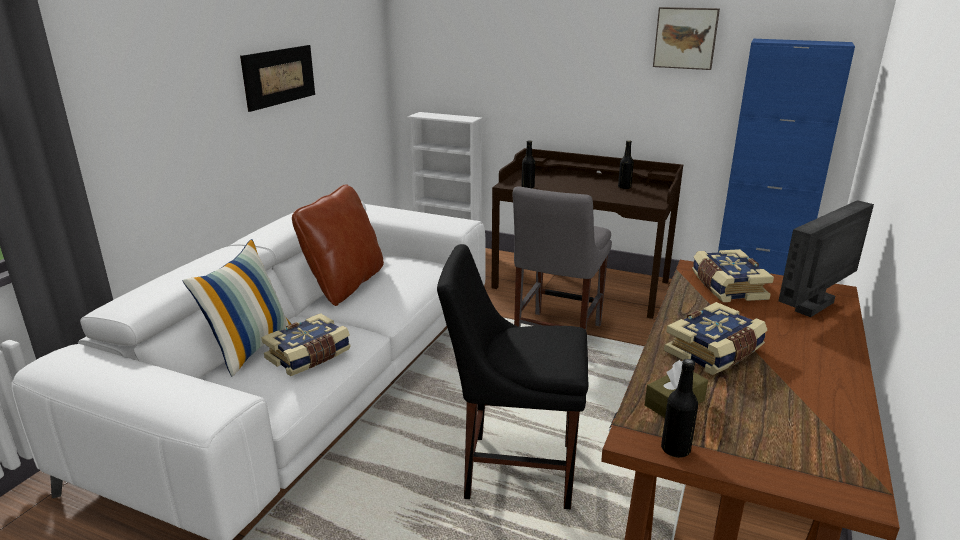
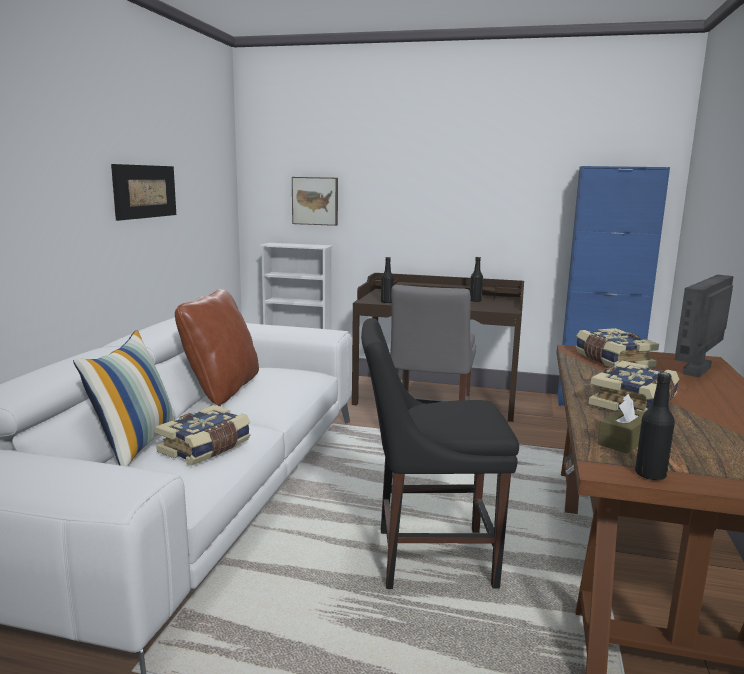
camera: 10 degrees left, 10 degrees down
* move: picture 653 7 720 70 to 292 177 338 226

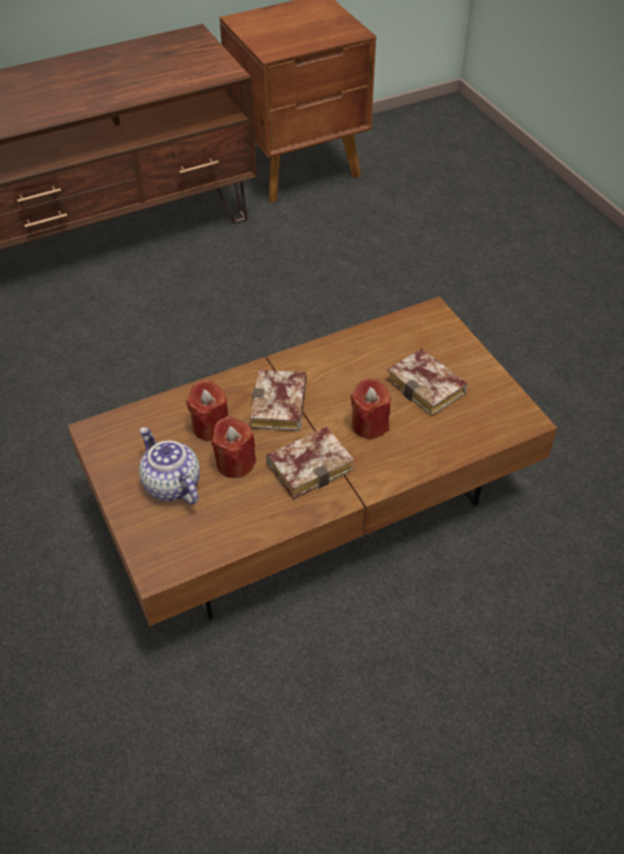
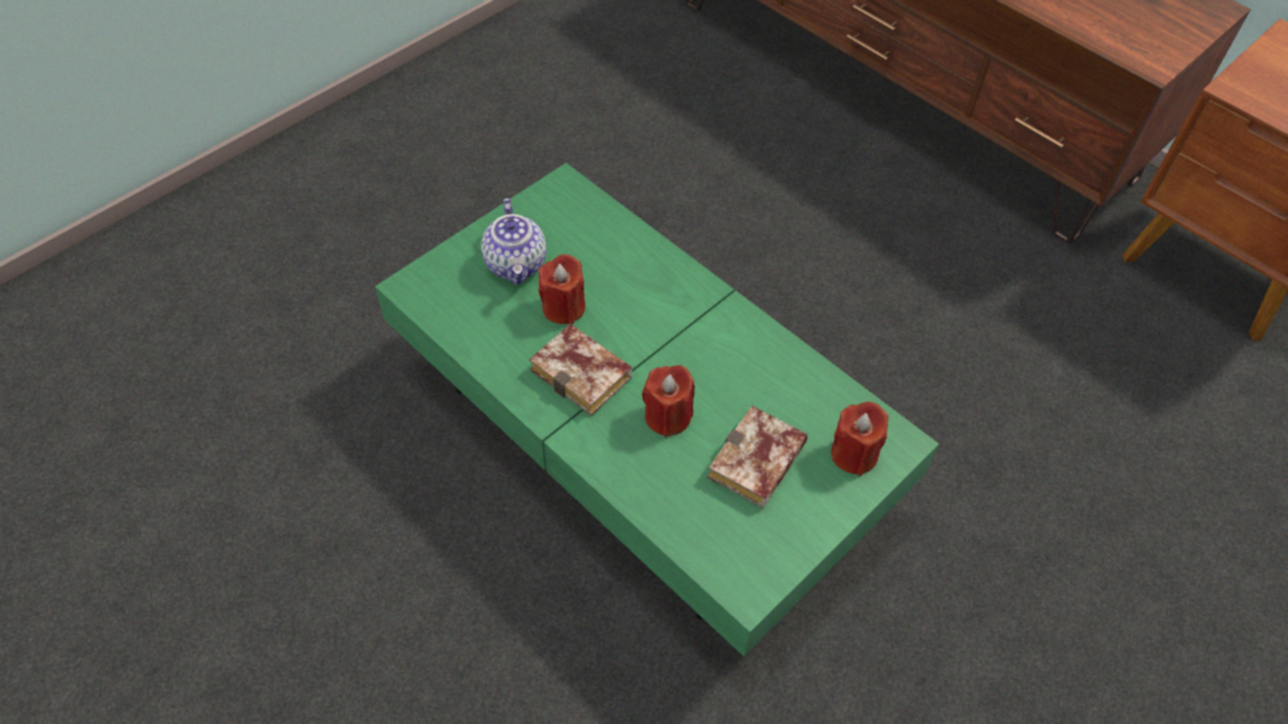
camera: 70 degrees right, 5 degrees up
* delete: book 251 370 307 431
* move: red_candle 186 380 228 441 to 831 402 888 476
* recolor: brown_coffee_table 68 296 557 626 to green_coffee_table 375 163 939 656
* rotate: teapot 139 427 200 505 = 481 198 546 285 135 degrees clockwise

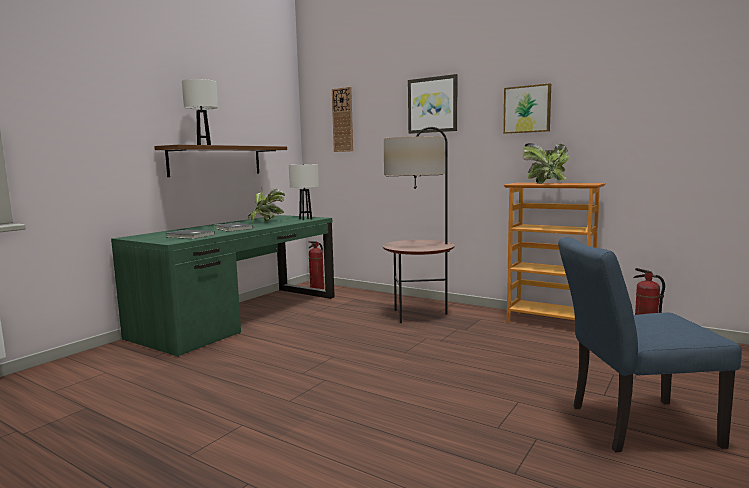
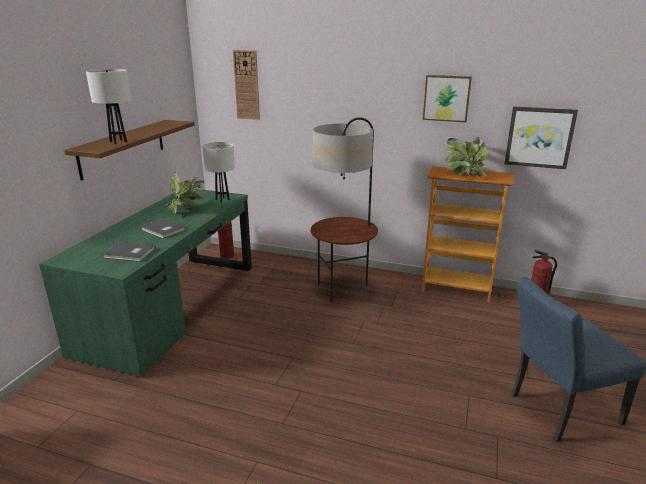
camera: 15 degrees left, 15 degrees up
* move: picture 408 74 457 134 to 504 106 578 169

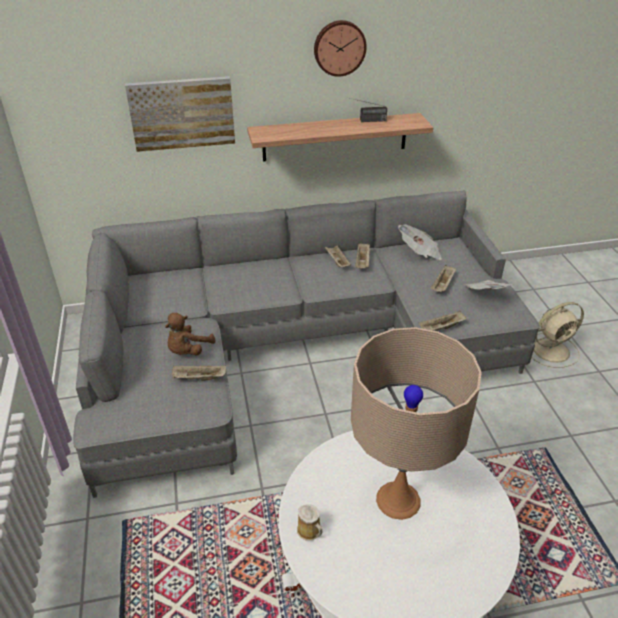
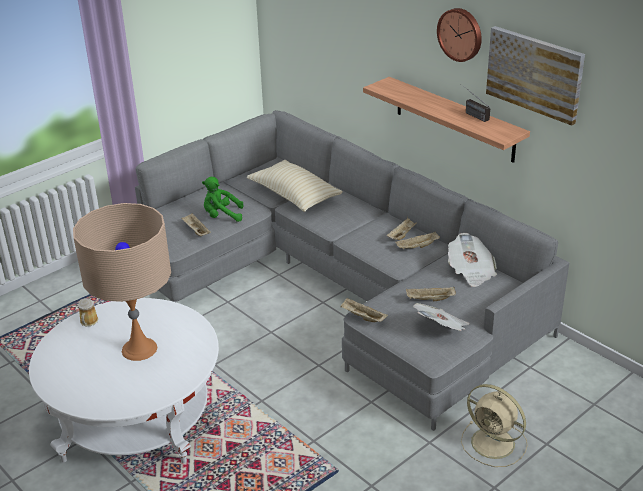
camera: 60 degrees right, 5 degrees down
* insert: beige_pillow 247 160 343 212
* move: picture 125 76 235 152 to 486 26 585 126
* recolor: brown_plush_toy 165 313 215 355 to green_plush_toy 202 177 244 222

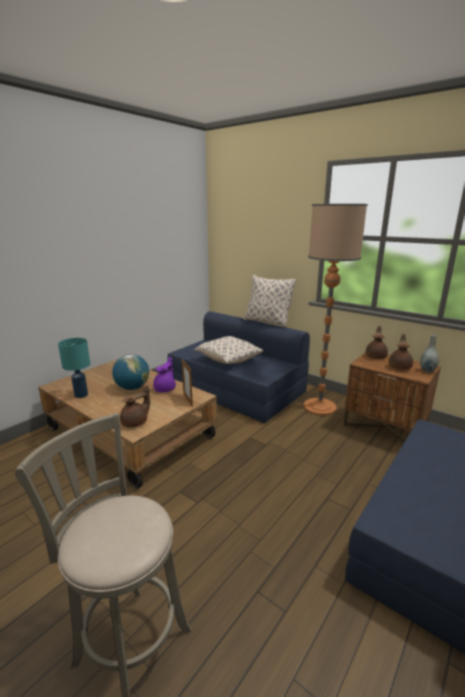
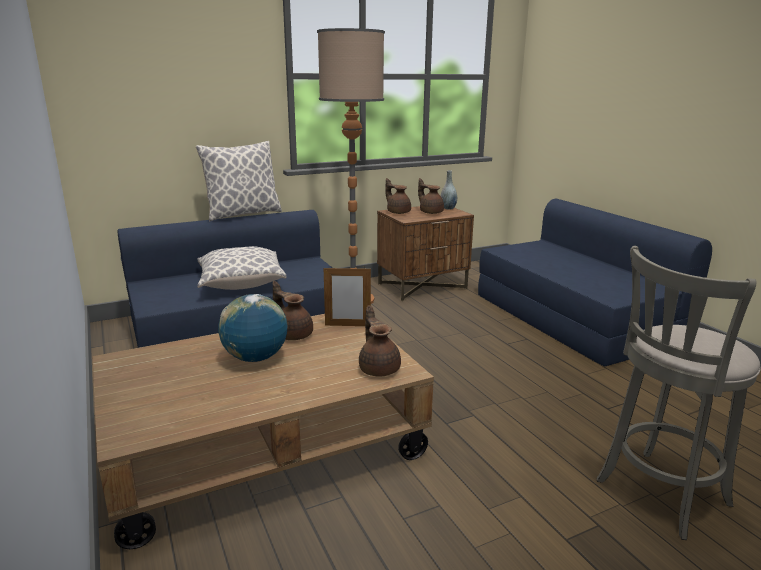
camera: 65 degrees left, 0 degrees up
* delete: turquoise_table_lamp 58 338 90 398
* recolor: purple_teapot 153 356 176 392 to brown_teapot 273 281 313 340

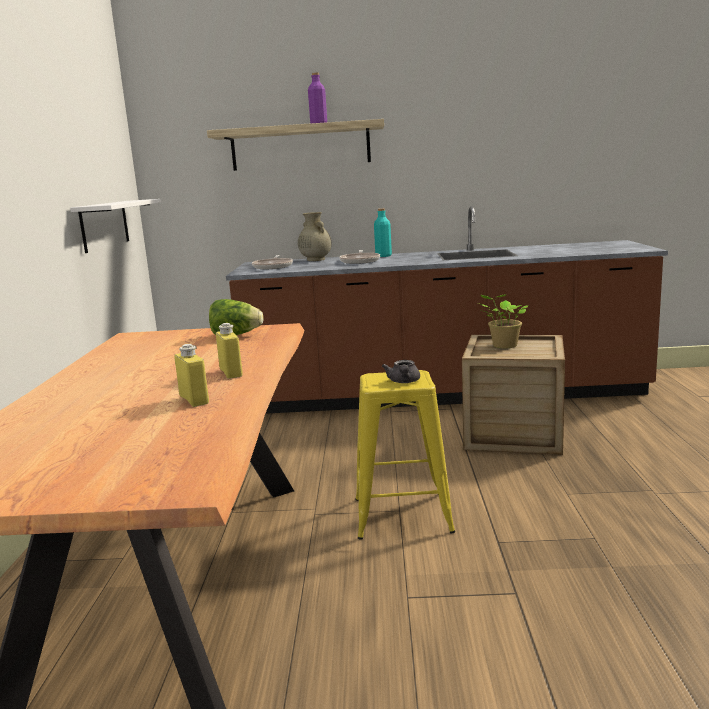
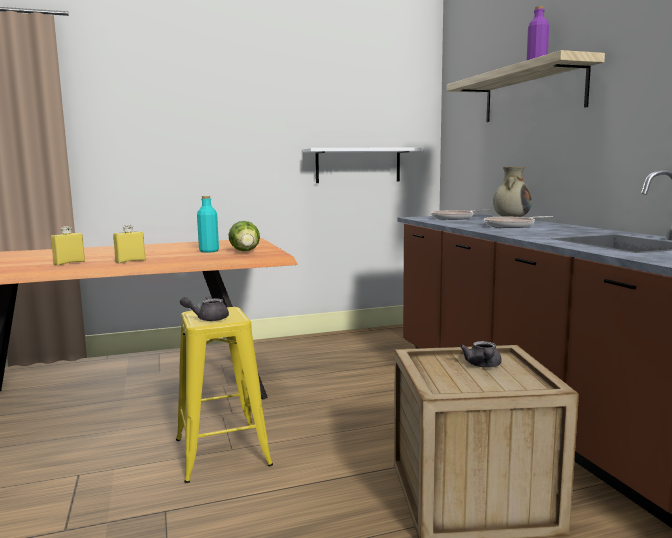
camera: 70 degrees right, 5 degrees down
* move: turquoise_bottle 374 208 392 257 to 197 196 219 253
* replace: potted_plant 478 294 529 348 to grey_teapot 460 341 502 368

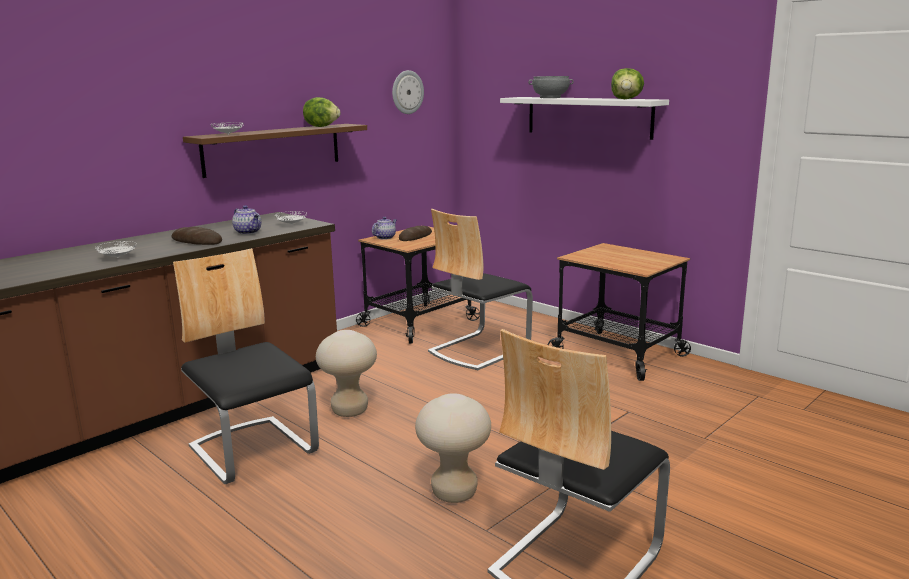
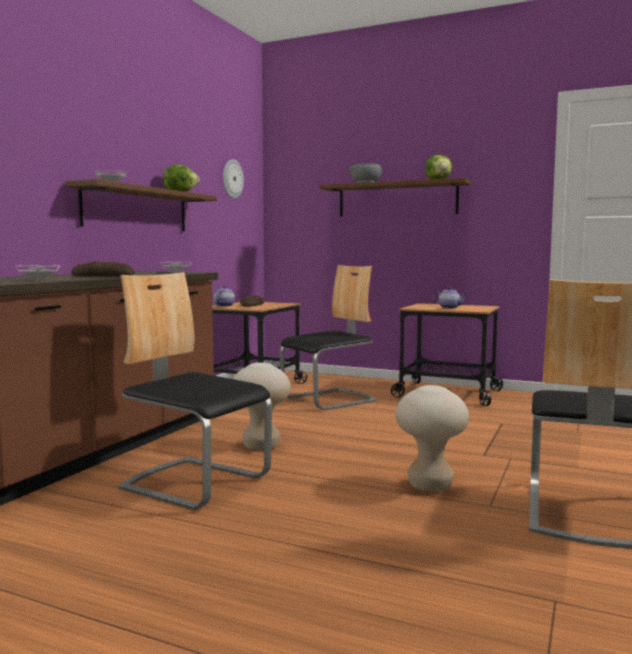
camera: 20 degrees left, 10 degrees down
* move: teapot 232 205 261 234 to 432 287 467 309
* recolor: white_shelf 500 97 669 140 to brown_shelf 319 178 471 217
* rotate: chair 428 209 533 370 = 280 265 377 410 150 degrees counterclockwise

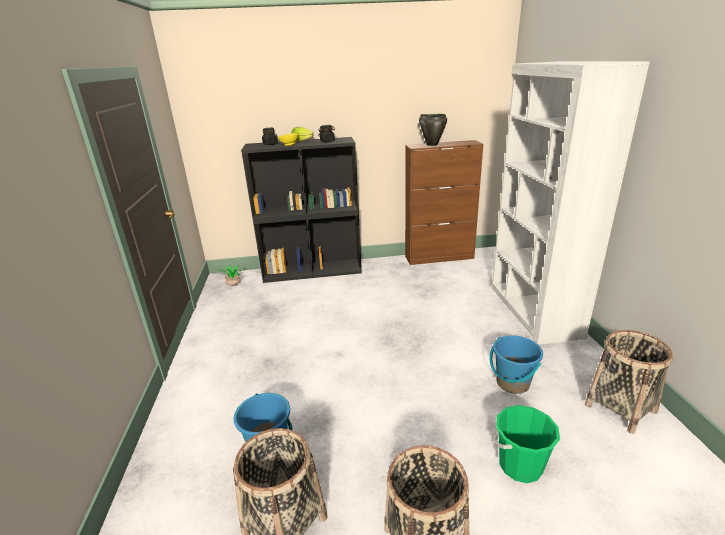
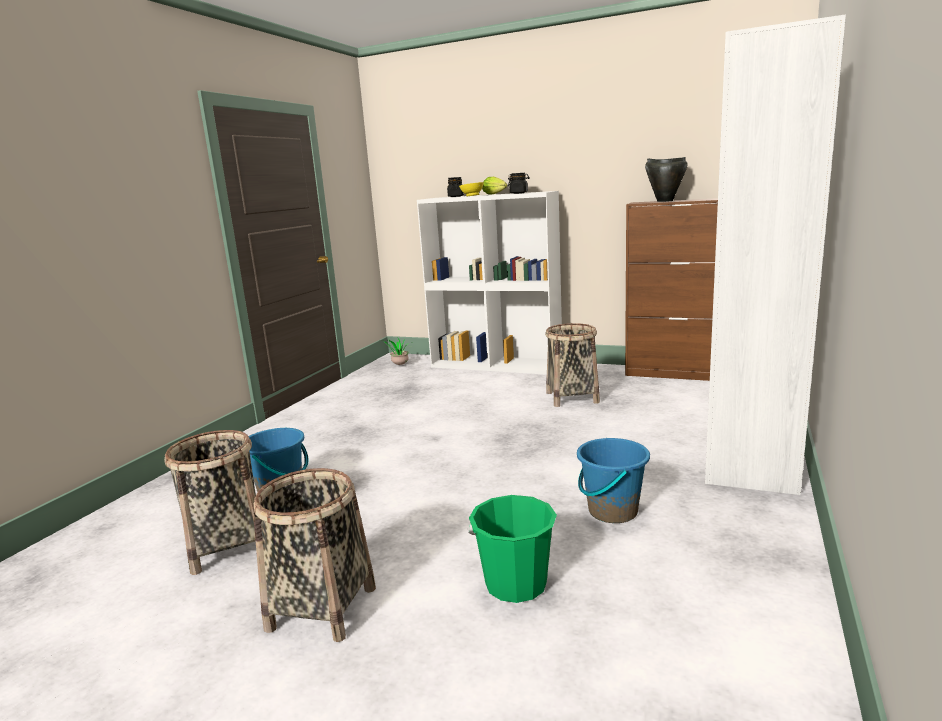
camera: 30 degrees right, 10 degrees down
* move: basket 585 330 673 434 to 545 323 600 407
* recolor: black_bookcase 241 137 362 283 to white_bookcase 417 191 562 375

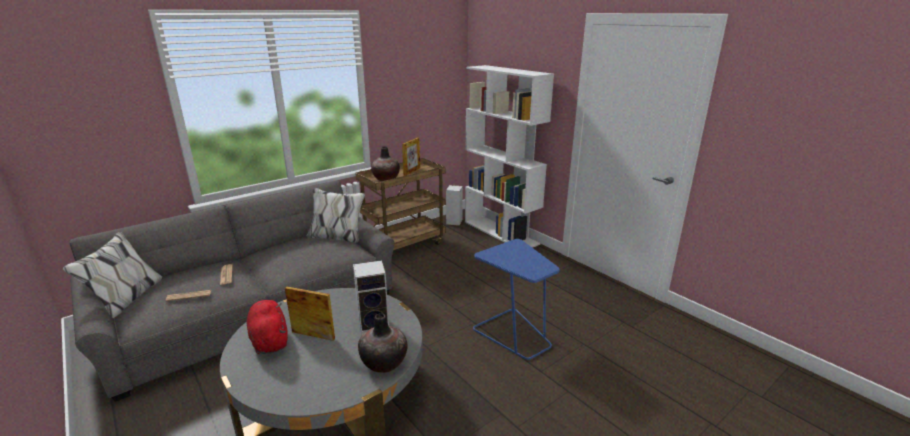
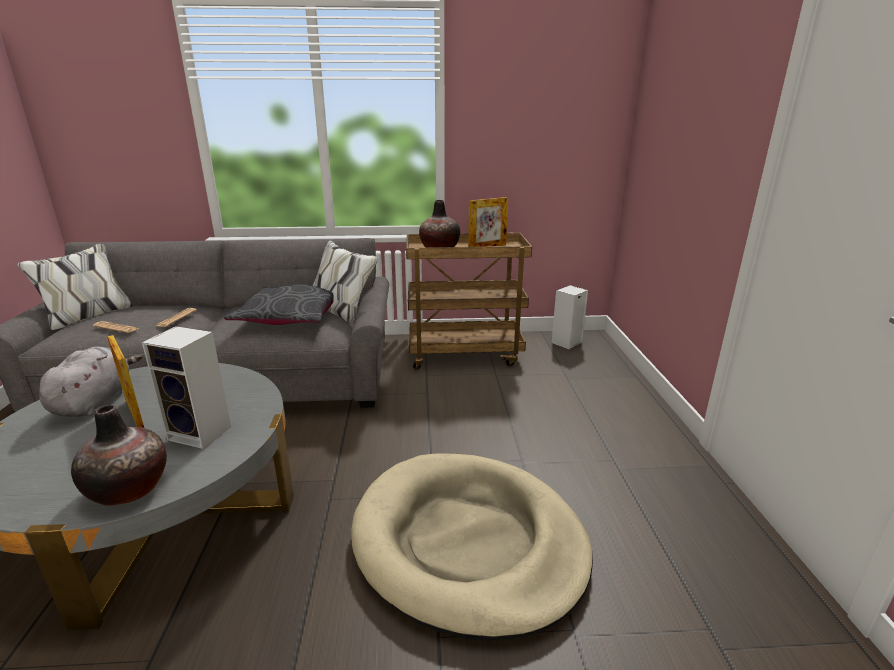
camera: 35 degrees right, 0 degrees up
* delete: white_bookcase 465 65 554 248
* insert: grey_pillow 224 284 334 325
* replace: blue_side_table 473 239 560 360 to beige_dog_bed 351 453 593 641
* recolor: red_plush_toy 247 300 288 354 to grey_plush_toy 39 346 142 417

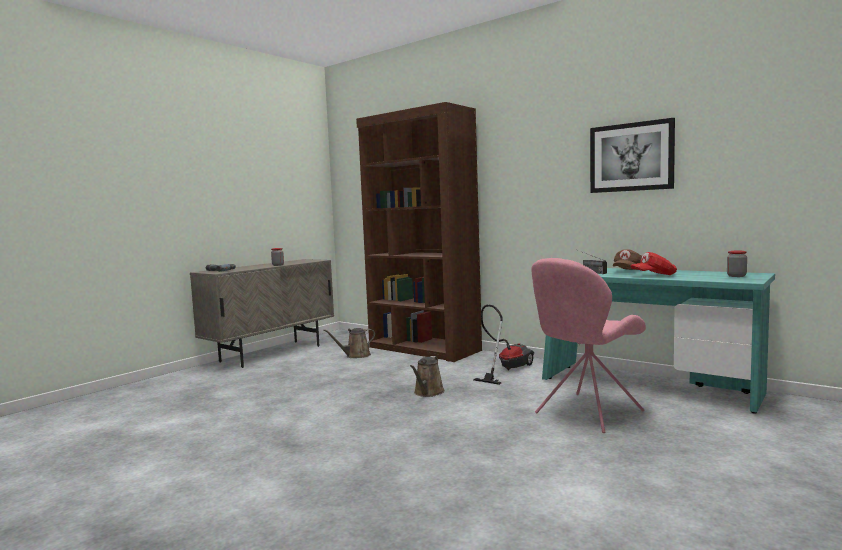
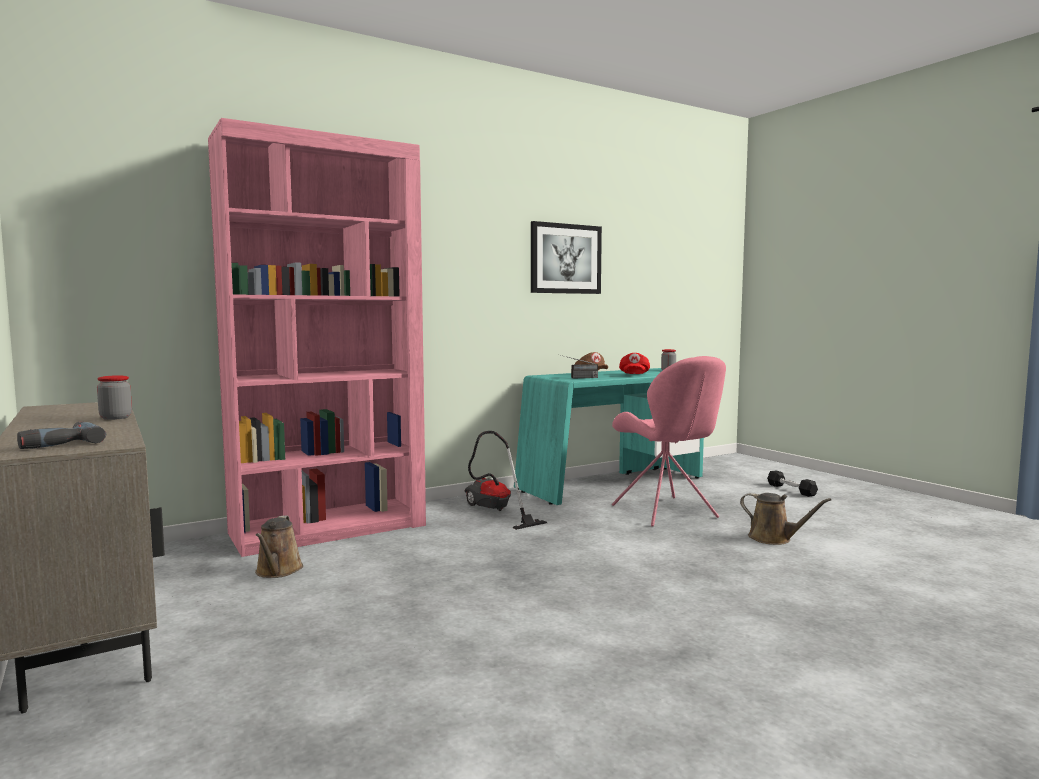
camera: 70 degrees left, 0 degrees up
* insert: black_dumbbell 767 470 818 497
* move: brown_watering_can 410 356 445 397 to 740 493 831 545
* recolor: brown_bookcase 356 102 482 362 to pink_bookcase 208 118 426 557

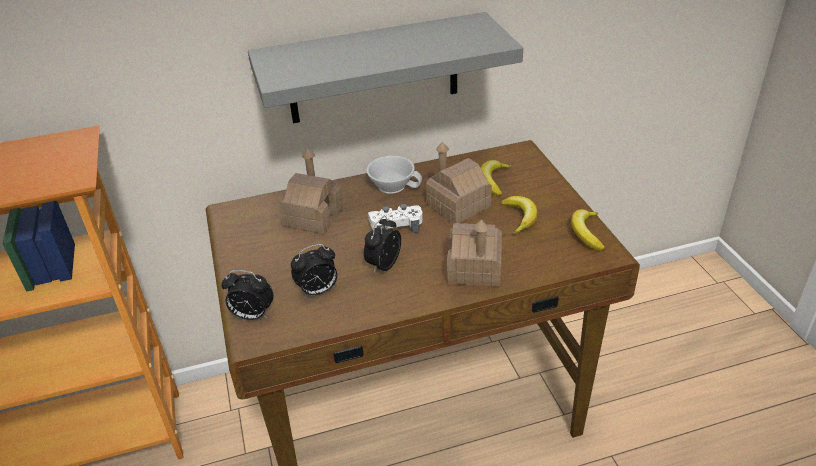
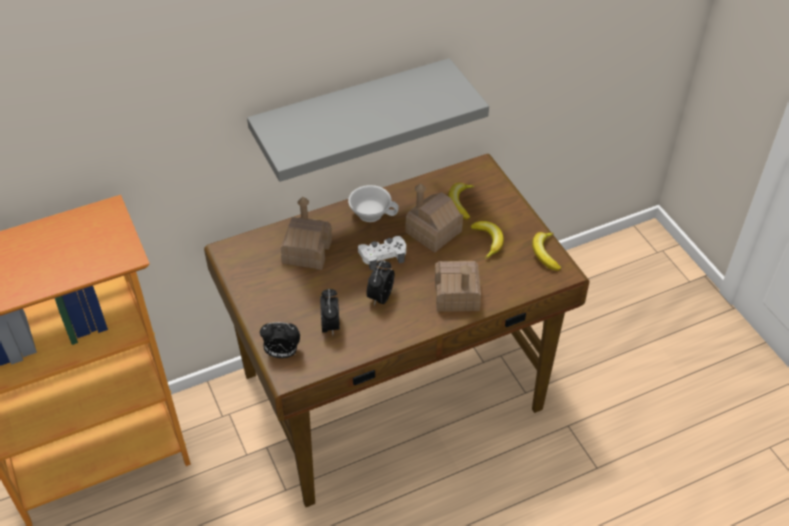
camera: 10 degrees left, 10 degrees up
* rotate: alarm_clock 291 244 337 297 = 320 289 340 335 60 degrees counterclockwise

